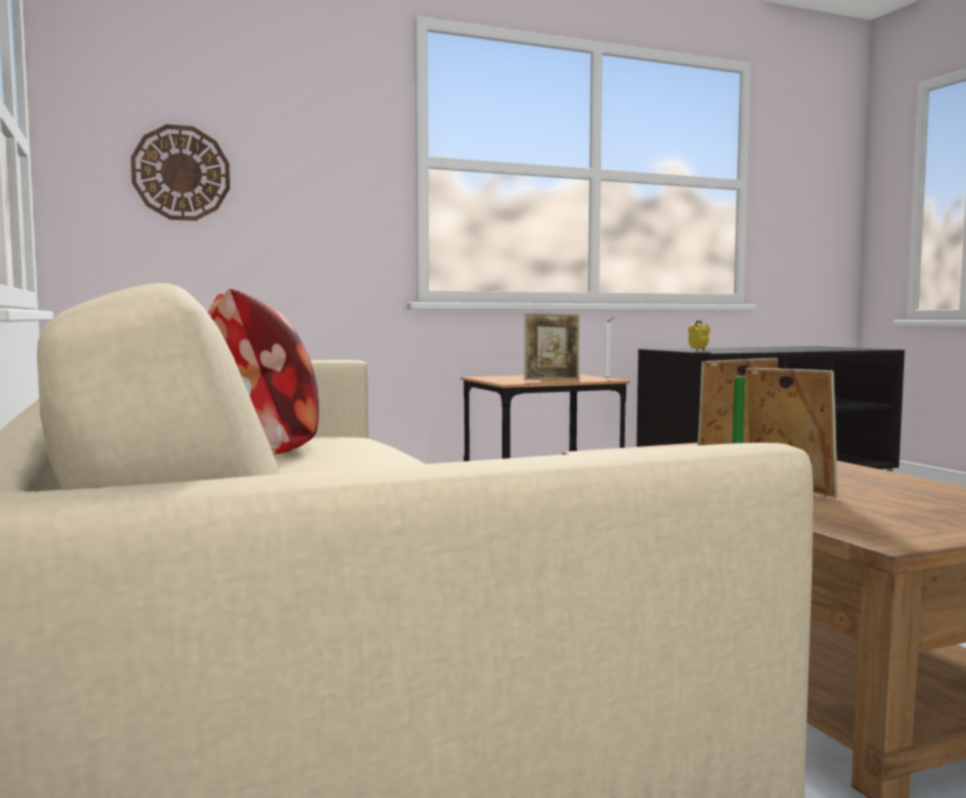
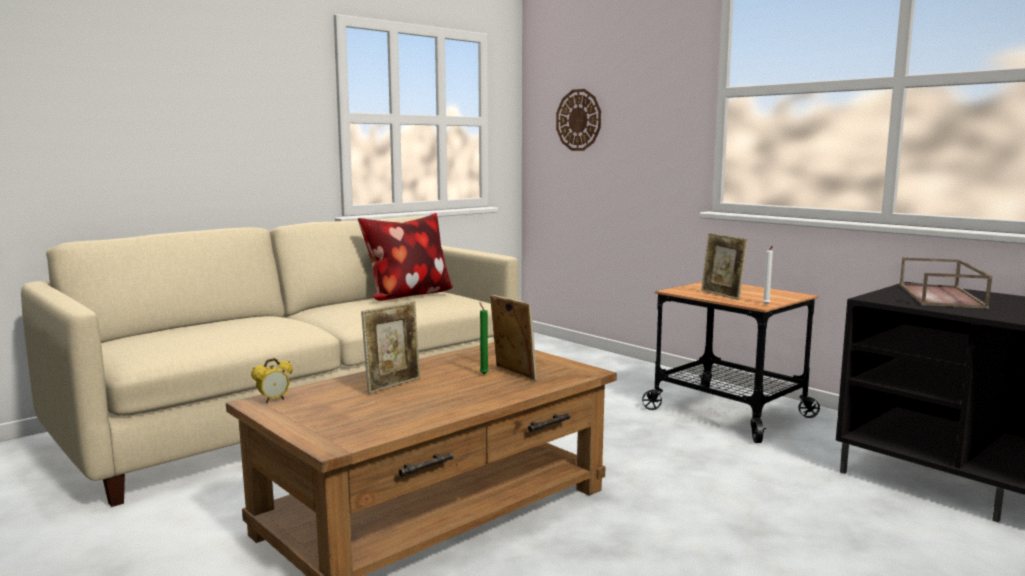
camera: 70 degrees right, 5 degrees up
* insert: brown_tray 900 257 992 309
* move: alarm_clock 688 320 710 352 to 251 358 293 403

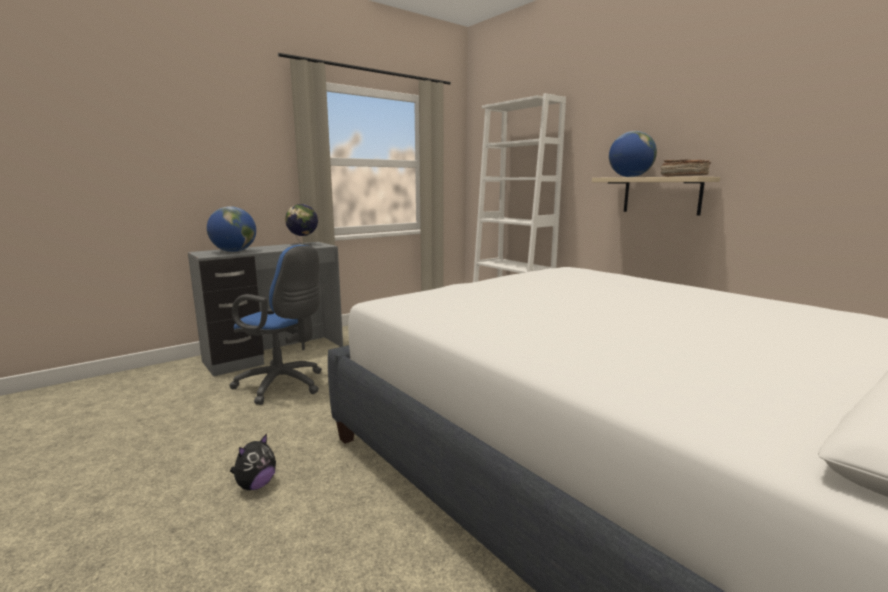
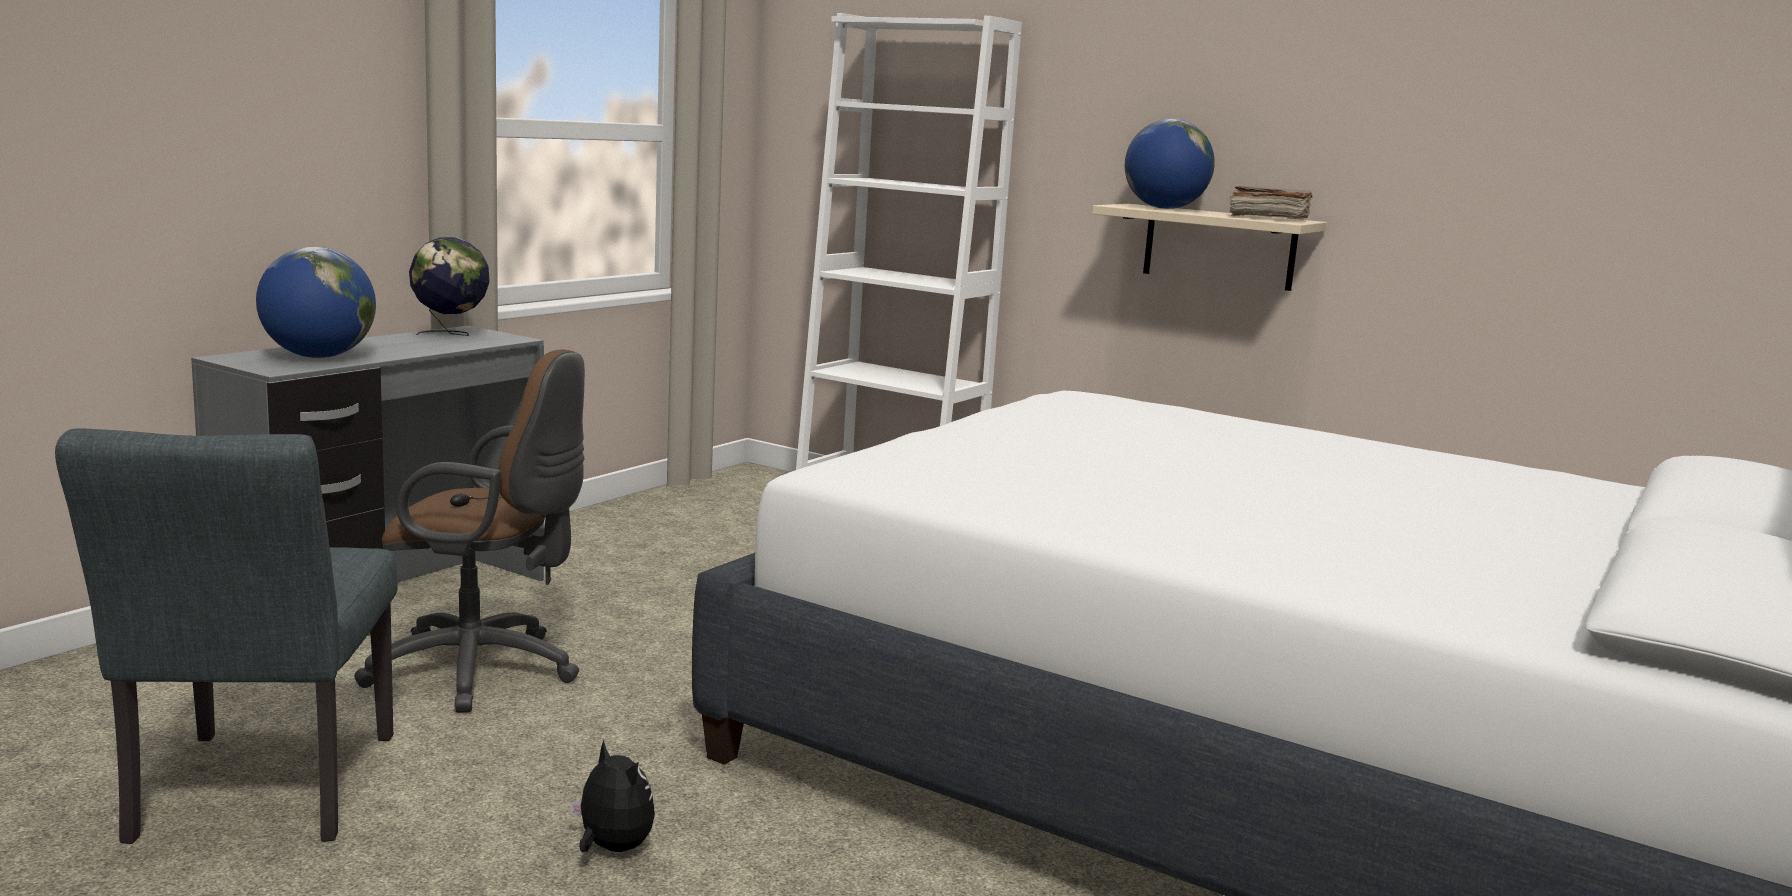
camera: 20 degrees left, 0 degrees up
* insert: grey_chair 55 428 398 844
* recolor: blue_office_chair 229 245 322 405 to brown_office_chair 354 349 585 713
* rotate: plush_toy 230 434 276 490 = 570 740 655 852 60 degrees counterclockwise

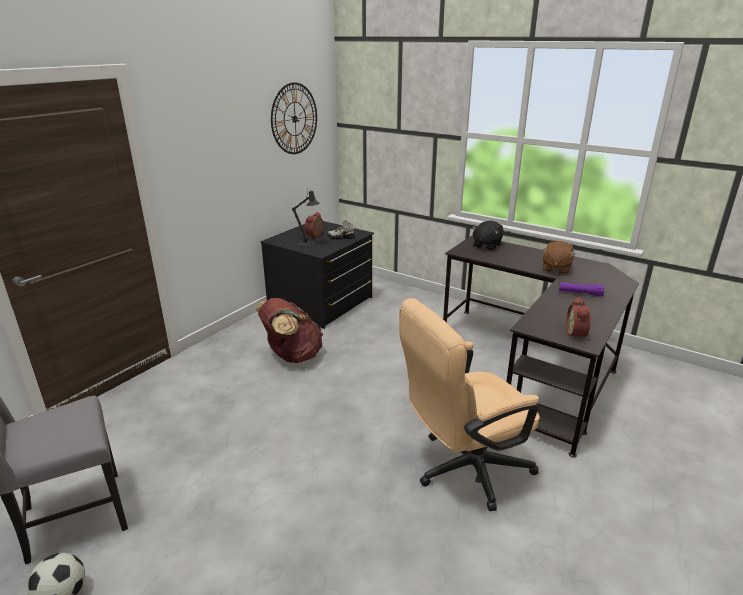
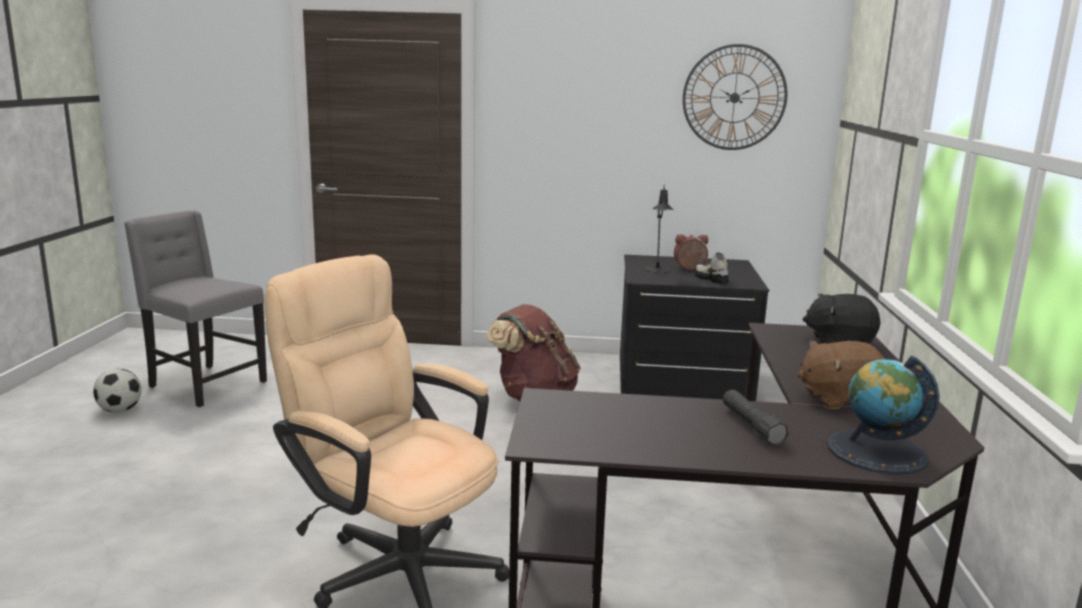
camera: 60 degrees right, 10 degrees down
* delete: alarm_clock 567 297 591 341
* insert: globe 827 355 940 475
* recolor: purple_flashlight 559 282 605 296 to black_flashlight 723 390 789 445

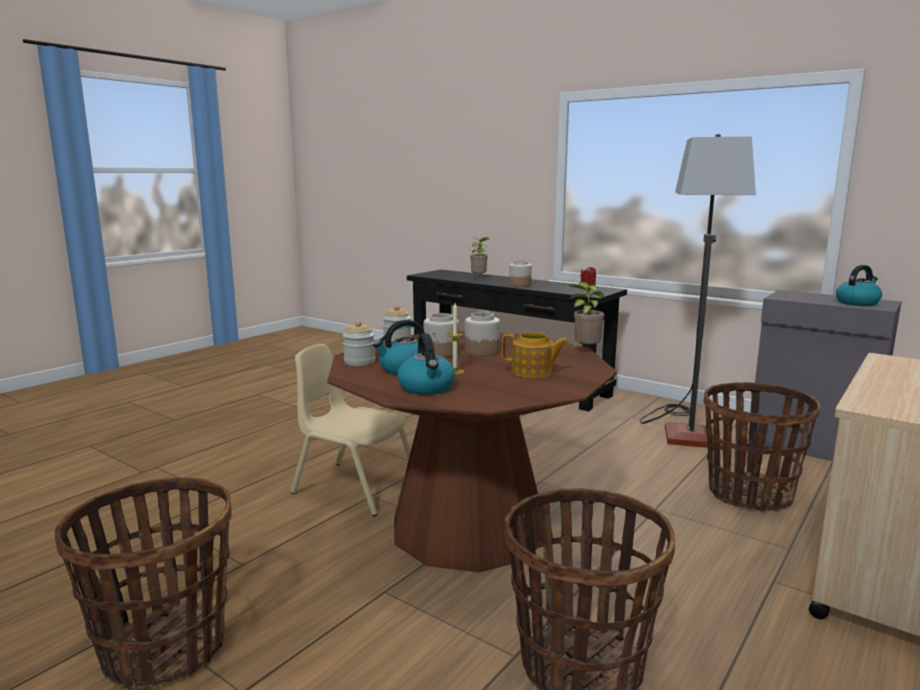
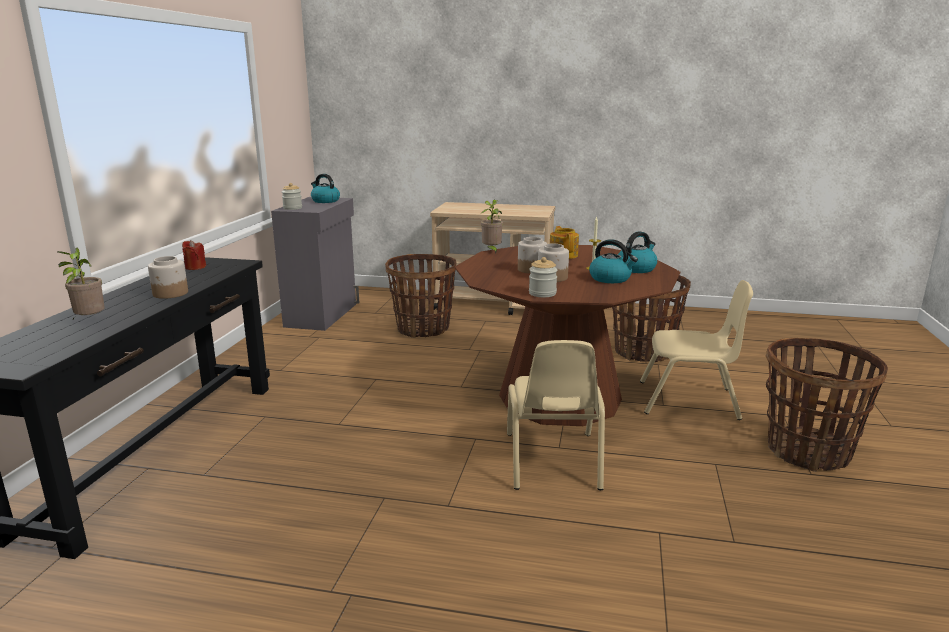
camera: 115 degrees left, 5 degrees up
* delete: floor_lamp 640 134 756 448
* insert: beige_chair 640 280 753 420
* move: jar 343 320 375 366 to 282 183 302 210

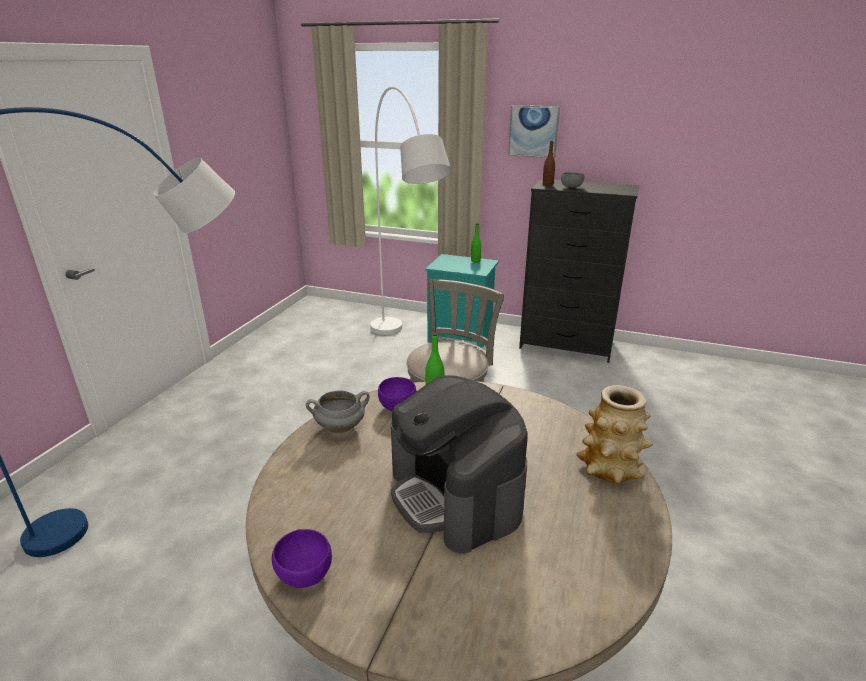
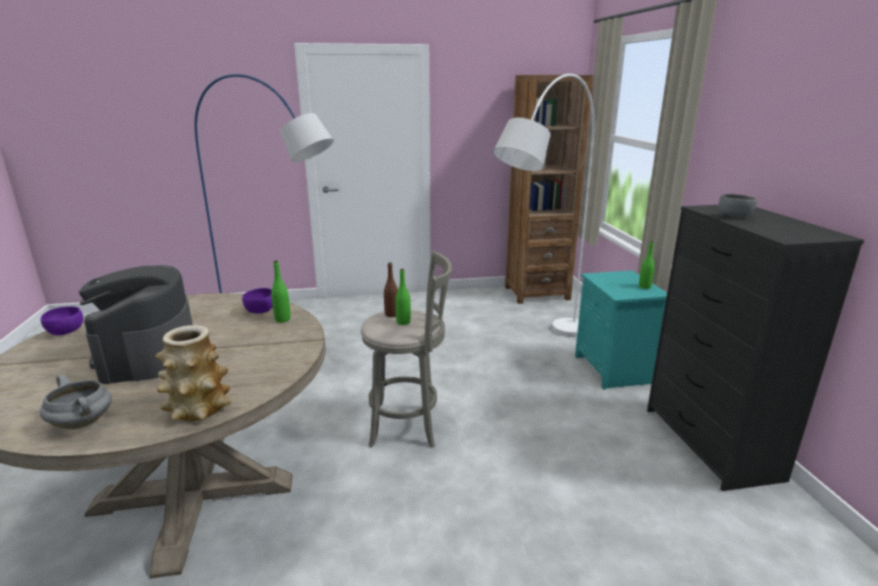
camera: 60 degrees right, 5 degrees down
* delete: picture 508 105 560 158
* insert: green_bottle 395 269 411 325
* insert: brown_bookcase 505 75 593 304
* move: grey_cooking_pot 306 390 370 433 to 40 374 112 429
* move: brown_bottle 543 141 555 186 to 384 262 398 317
* rotate: coffee_machine 391 375 528 553 = 79 265 193 384 45 degrees counterclockwise

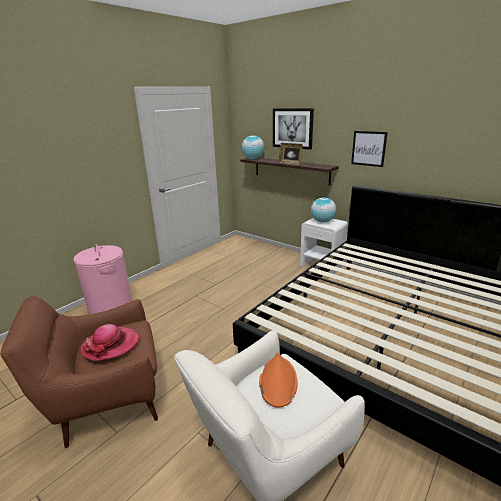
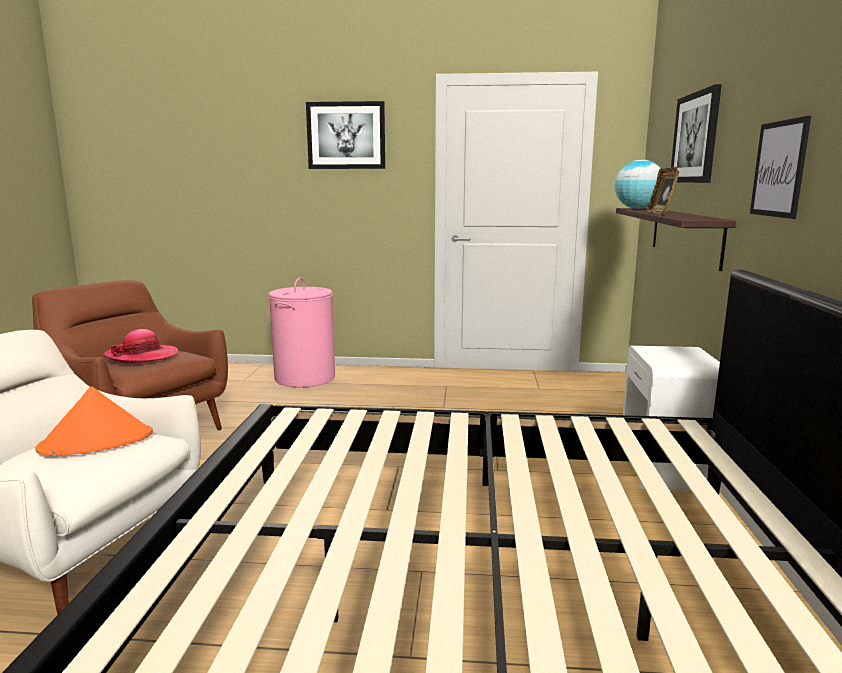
camera: 55 degrees right, 10 degrees down
* delete: globe 311 197 336 223
* insert: picture 306 101 385 169

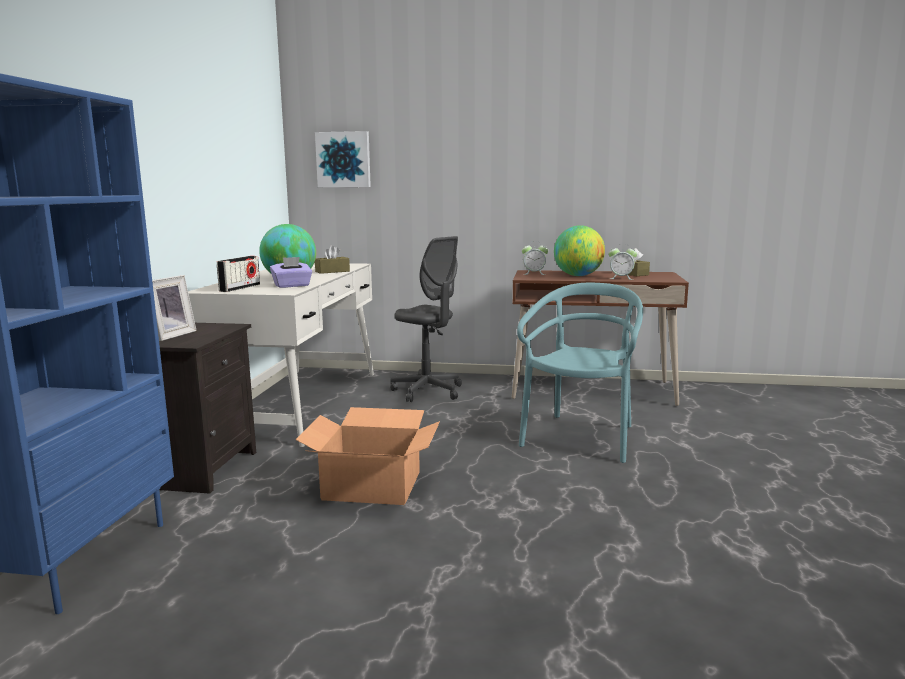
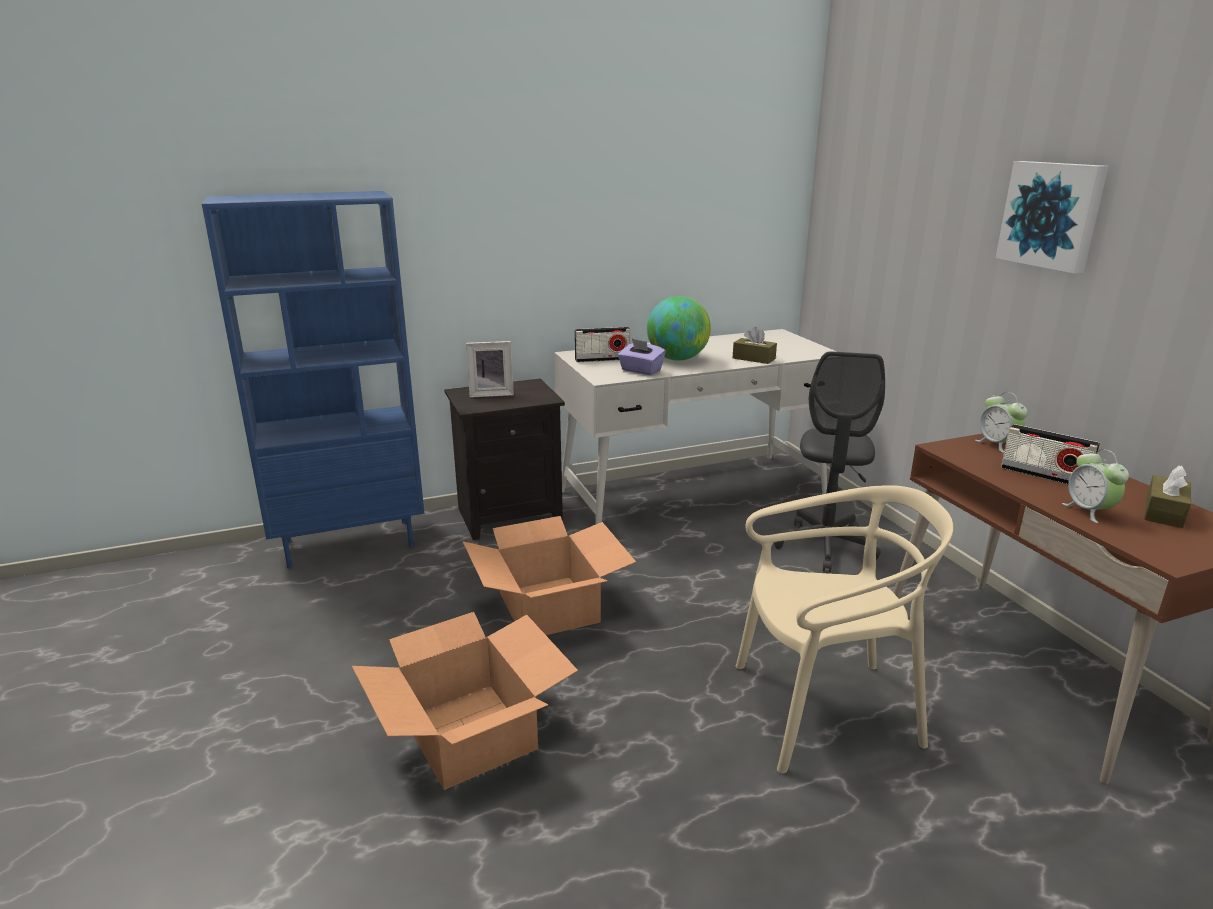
camera: 60 degrees right, 10 degrees up
* insert: cardboard_box 352 612 578 790
* move: picture 315 131 371 187 to 996 161 1109 274
* replace: globe 554 225 605 276 to radio 1001 424 1100 485
* recolor: turquoise_chair 517 283 643 463 to beige_chair 736 485 953 773

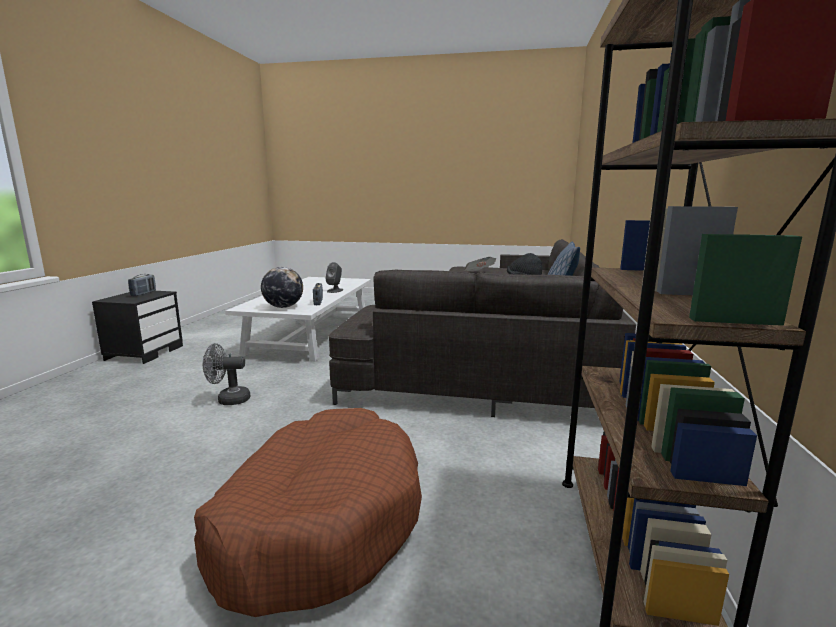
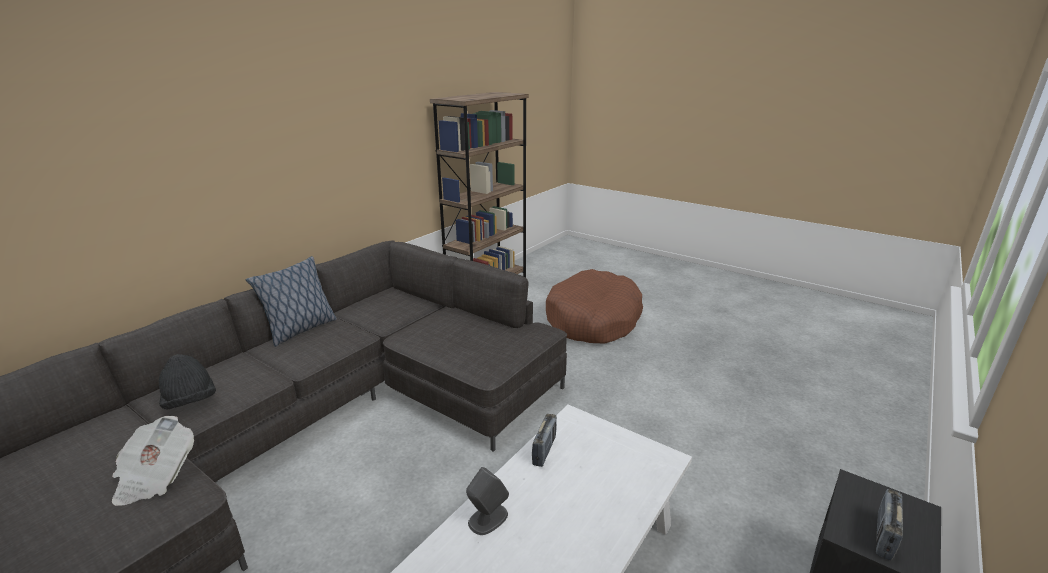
camera: 155 degrees left, 10 degrees up
* delete: grey_fan 203 343 251 405
* delete: globe 261 267 303 308

